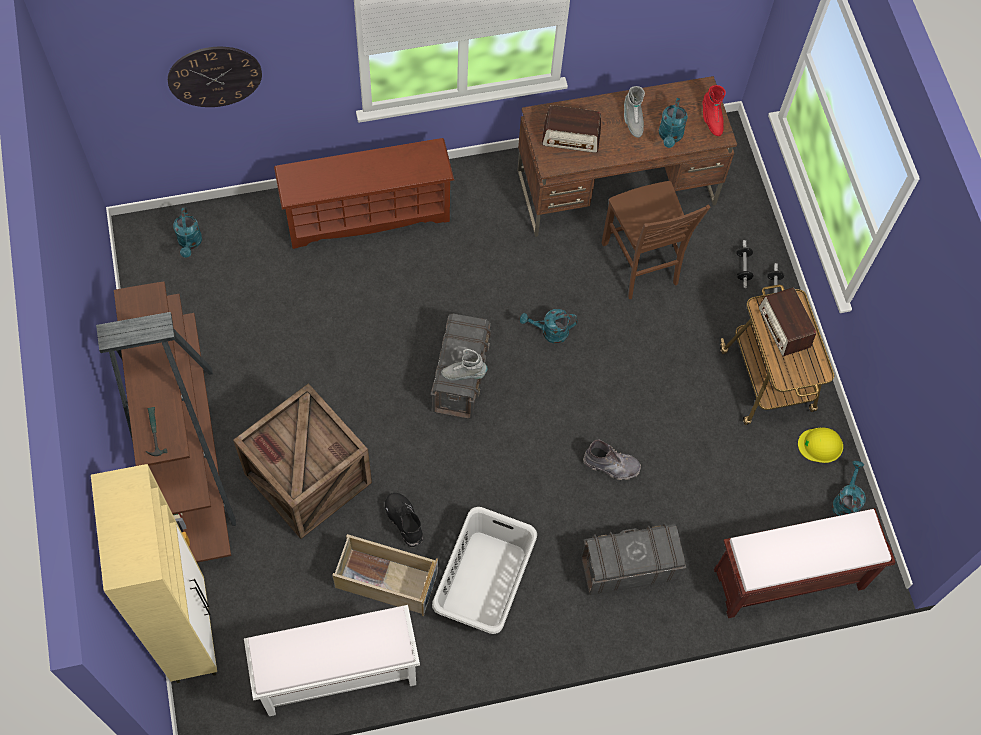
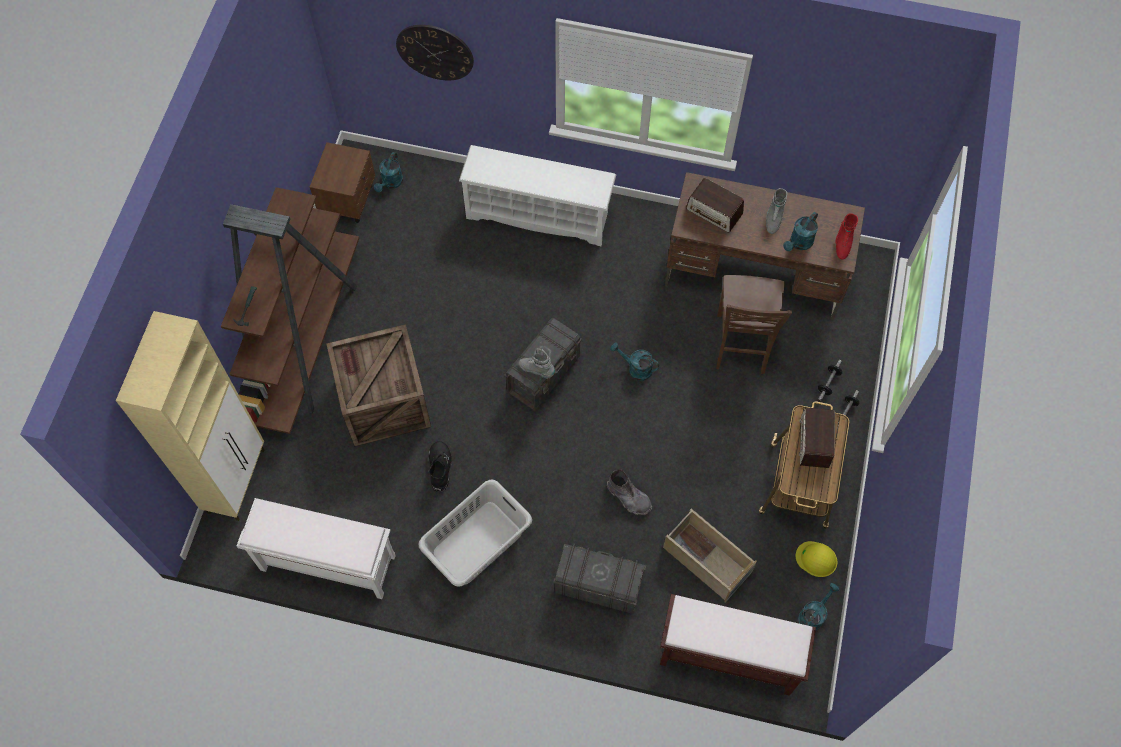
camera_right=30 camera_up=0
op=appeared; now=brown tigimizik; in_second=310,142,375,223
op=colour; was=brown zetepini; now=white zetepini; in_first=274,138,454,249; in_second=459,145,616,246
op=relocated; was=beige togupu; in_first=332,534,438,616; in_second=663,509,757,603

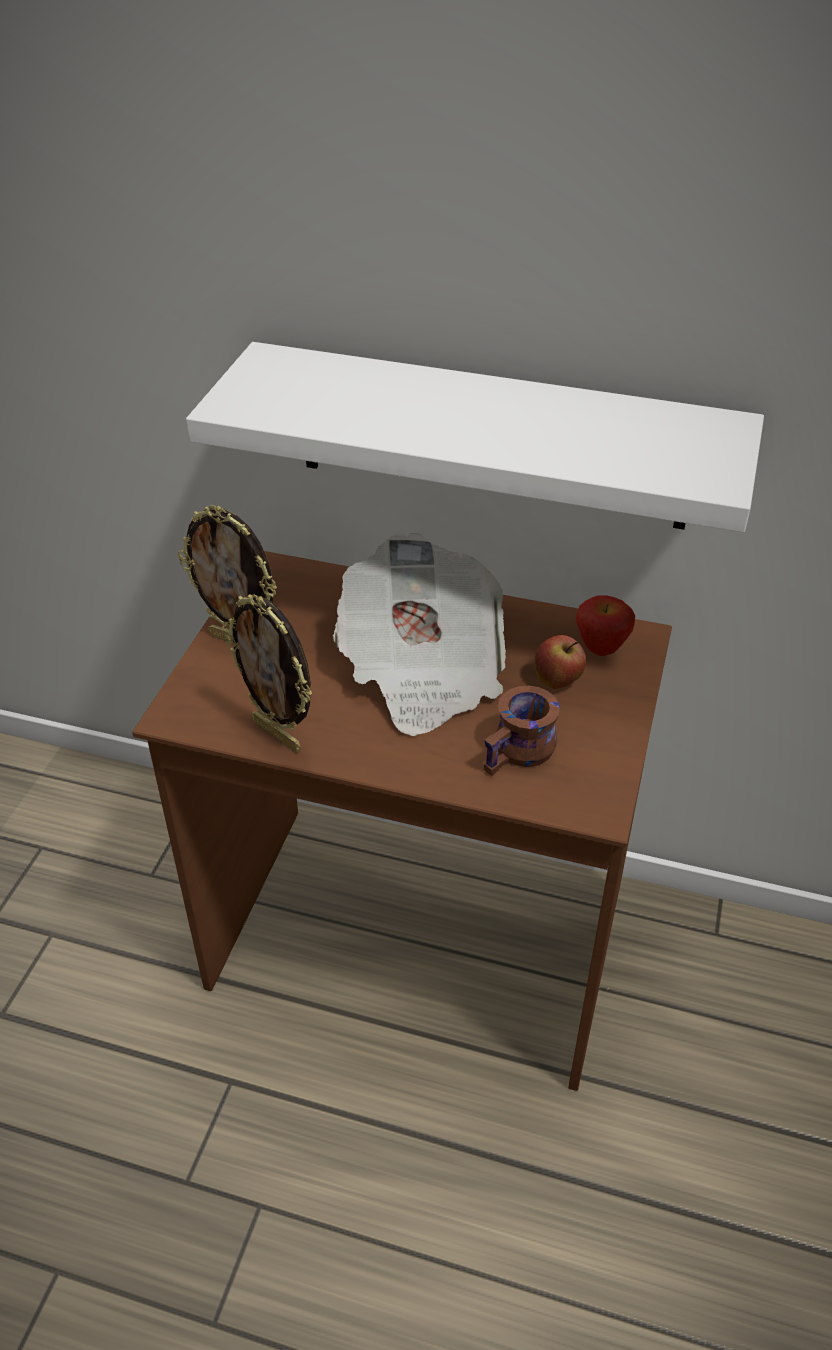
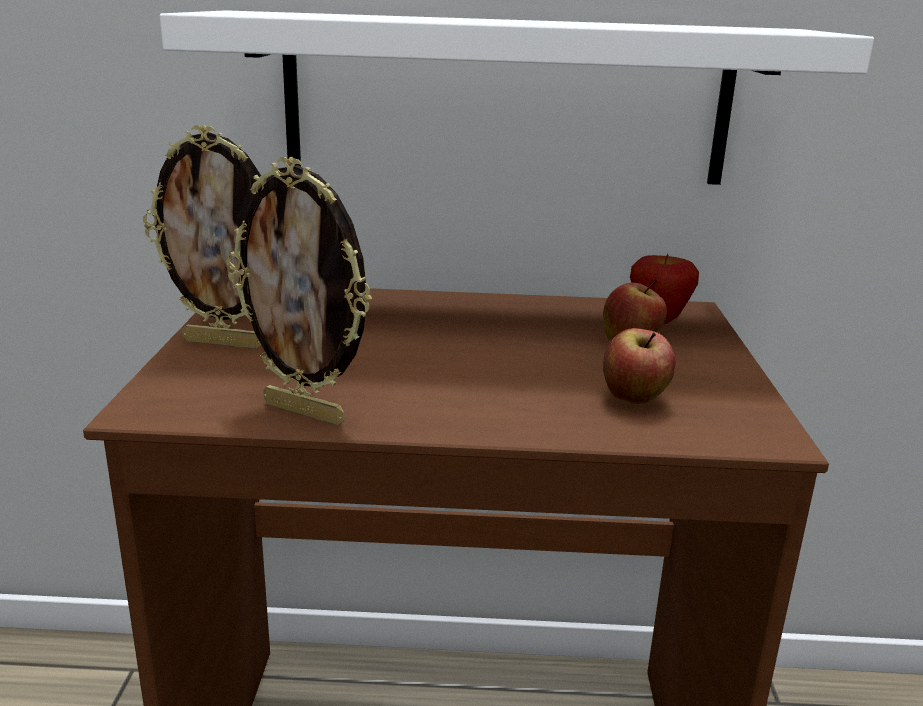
camera_right=-15 camera_up=-20
op=exchanged; was=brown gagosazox; now=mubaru; in_first=484,686,560,776; in_second=603,328,675,405
op=missing; was=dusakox; in_first=333,533,506,736

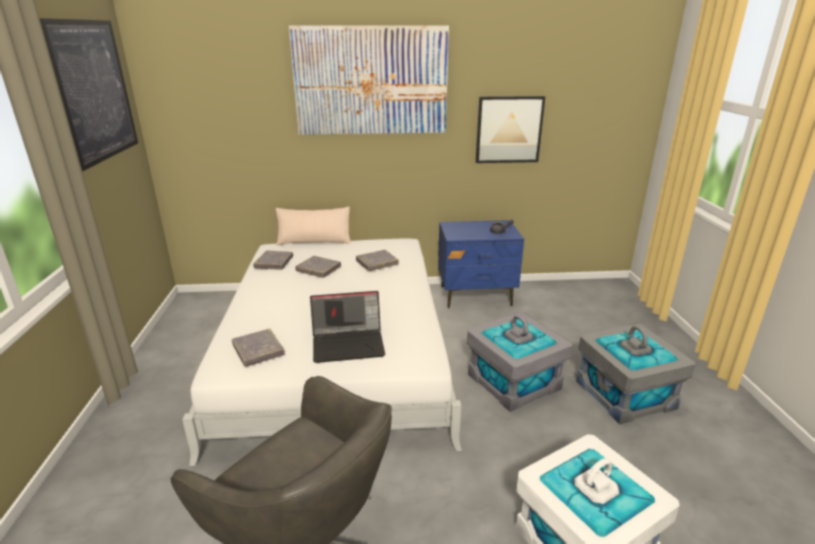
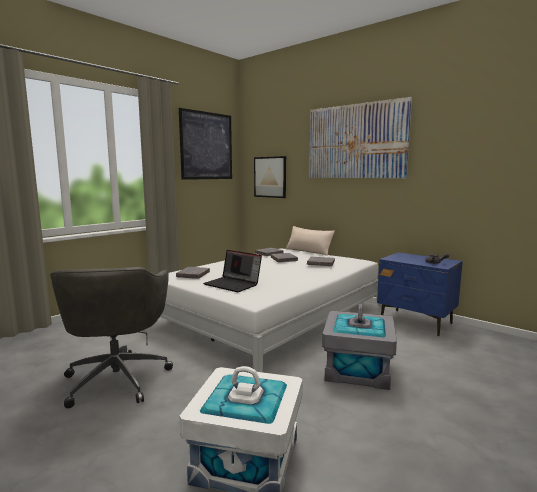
camera_right=45 camera_up=-15
op=relocated; was=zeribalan; in_first=476,96,545,163; in_second=254,156,286,198
op=missing; was=grey togupu; in_first=576,323,695,425

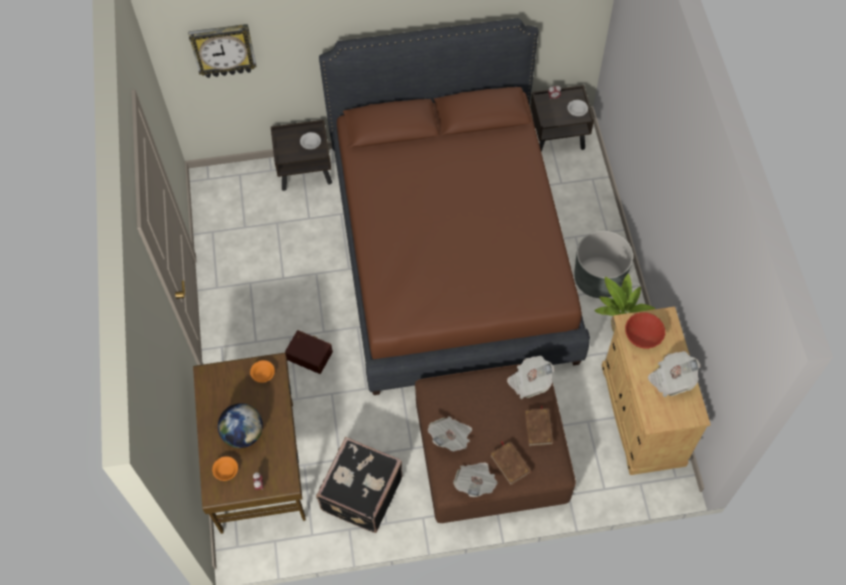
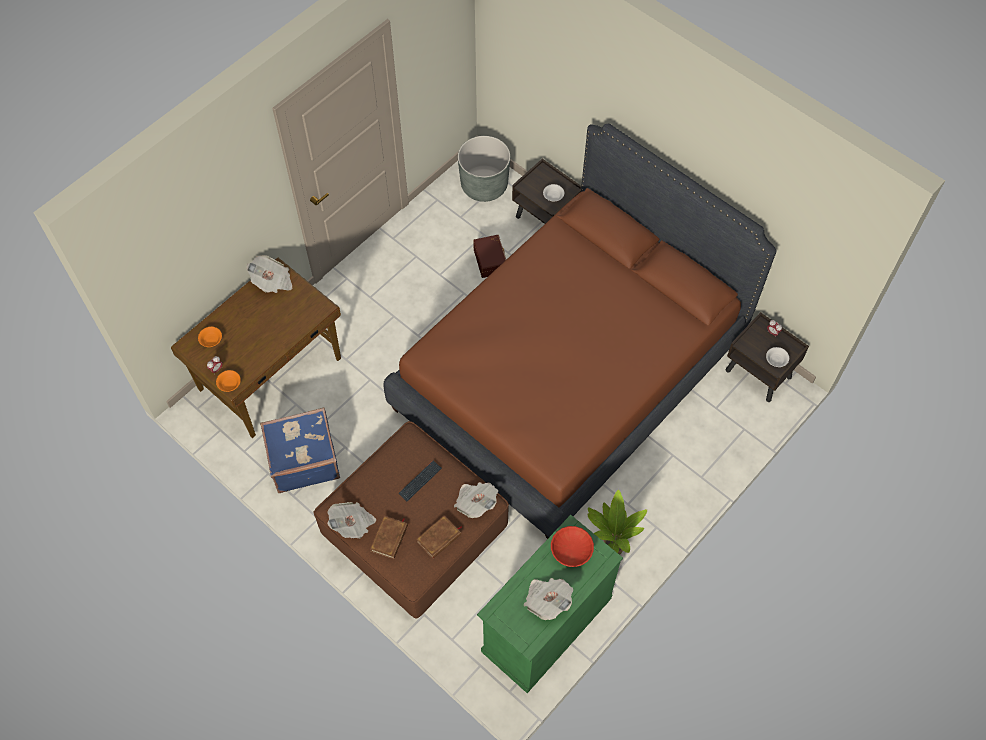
camera_right=50 camera_up=0
op=relocated; was=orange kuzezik; in_first=250,360,275,383; in_second=216,370,241,392
op=relocated; was=dusakox; in_first=428,416,472,451; in_second=246,255,292,293
op=colour; was=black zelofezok; now=blue zelofezok; in_first=316,437,403,533; in_second=260,408,340,493
op=appeared; now=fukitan; in_second=398,460,442,501
op=relocated; was=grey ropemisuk; in_first=574,230,633,298; in_second=458,136,510,202
op=relocated; was=brown togupu; in_first=285,330,333,374; in_second=473,235,506,278
op=colour; was=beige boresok; now=green boresok; in_first=602,306,711,475; in_second=477,515,623,693
op=missing; was=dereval; in_first=188,24,256,78
op=missing; was=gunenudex; in_first=218,403,263,448

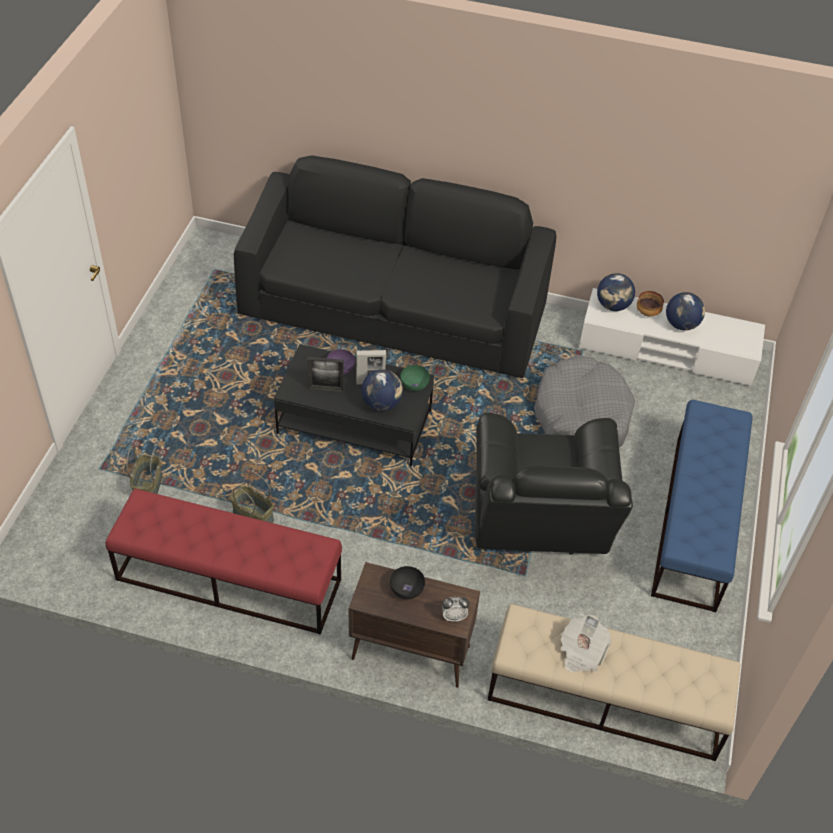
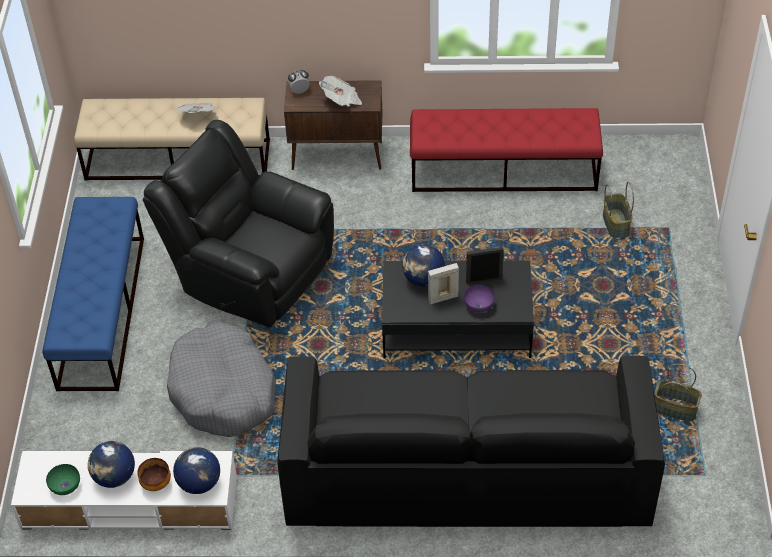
camera_right=170 camera_up=0
op=relocated; was=green kuzezik; in_first=401,365,430,391; in_second=46,464,80,495
op=spun; was=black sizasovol; in_first=475,413,633,555; in_second=143,120,334,328; clockwise=-45
op=exchanged; was=black kuzezik; now=dusakox; in_first=390,566,425,599; in_second=319,76,362,106
op=relocated; was=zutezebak; in_first=230,472,274,523; in_second=654,364,702,422

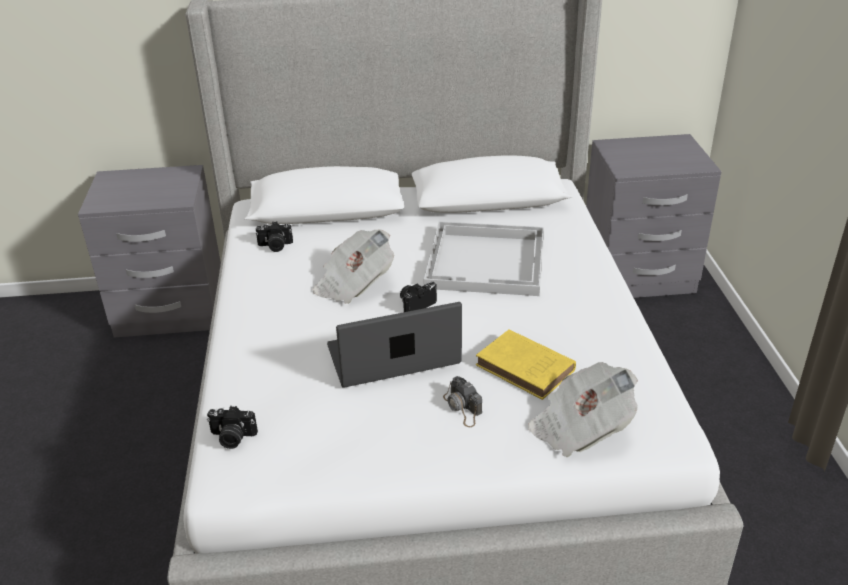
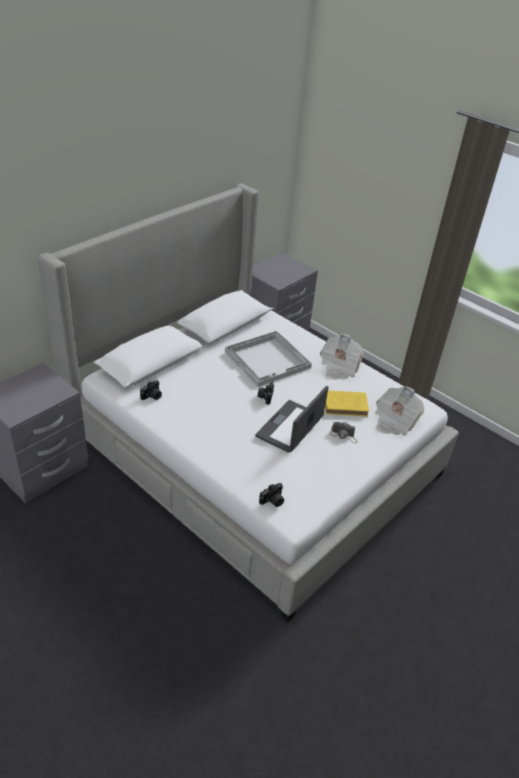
camera_right=-45 camera_up=5
op=relocated; was=dusakox; in_first=313,229,394,304; in_second=320,334,364,380

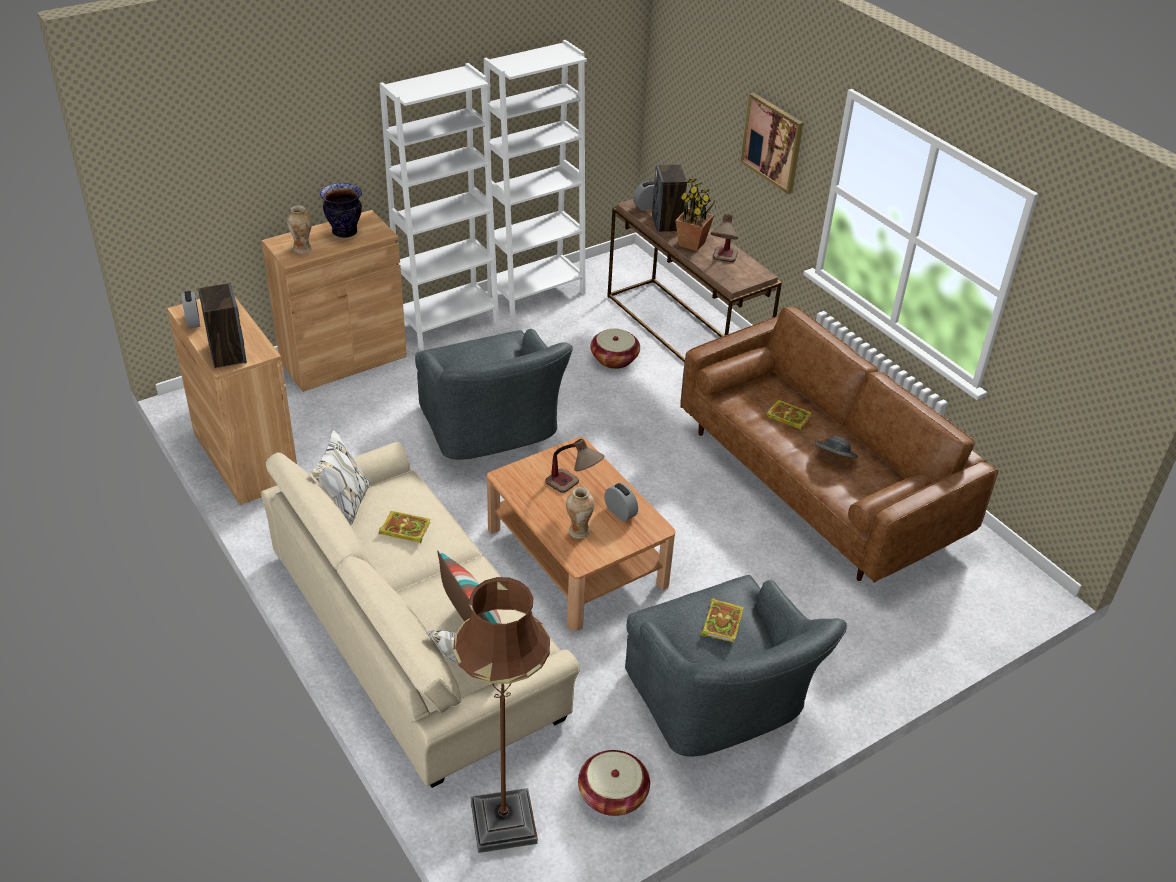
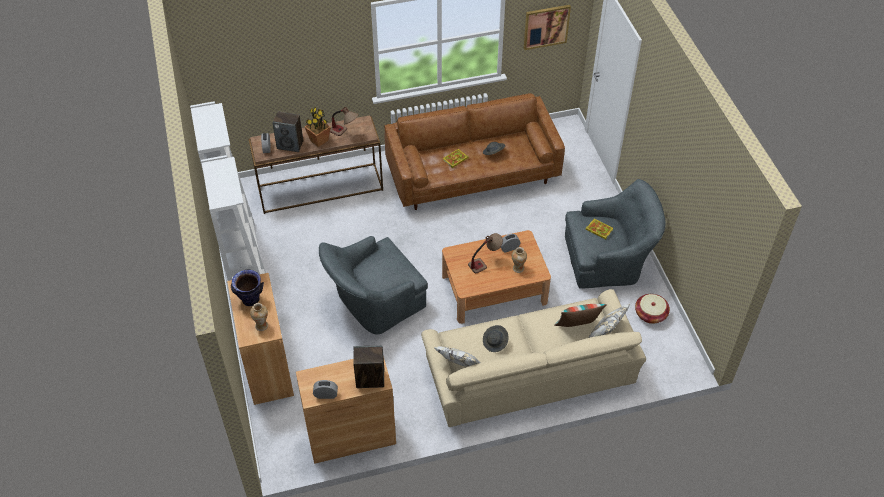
camera_right=-70 camera_up=10
op=spun; was=grey sizasovol; in_first=415,329,573,460; in_second=319,236,428,334; clockwise=150
op=exchanged; was=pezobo; now=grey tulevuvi; in_first=379,511,431,543; in_second=483,325,509,352
op=relocated; was=zeribalan; in_first=740,93,803,194; in_second=524,5,571,50
op=missing; was=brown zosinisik; in_first=453,577,550,853
op=missing; was=zutezebak; in_first=591,328,640,369

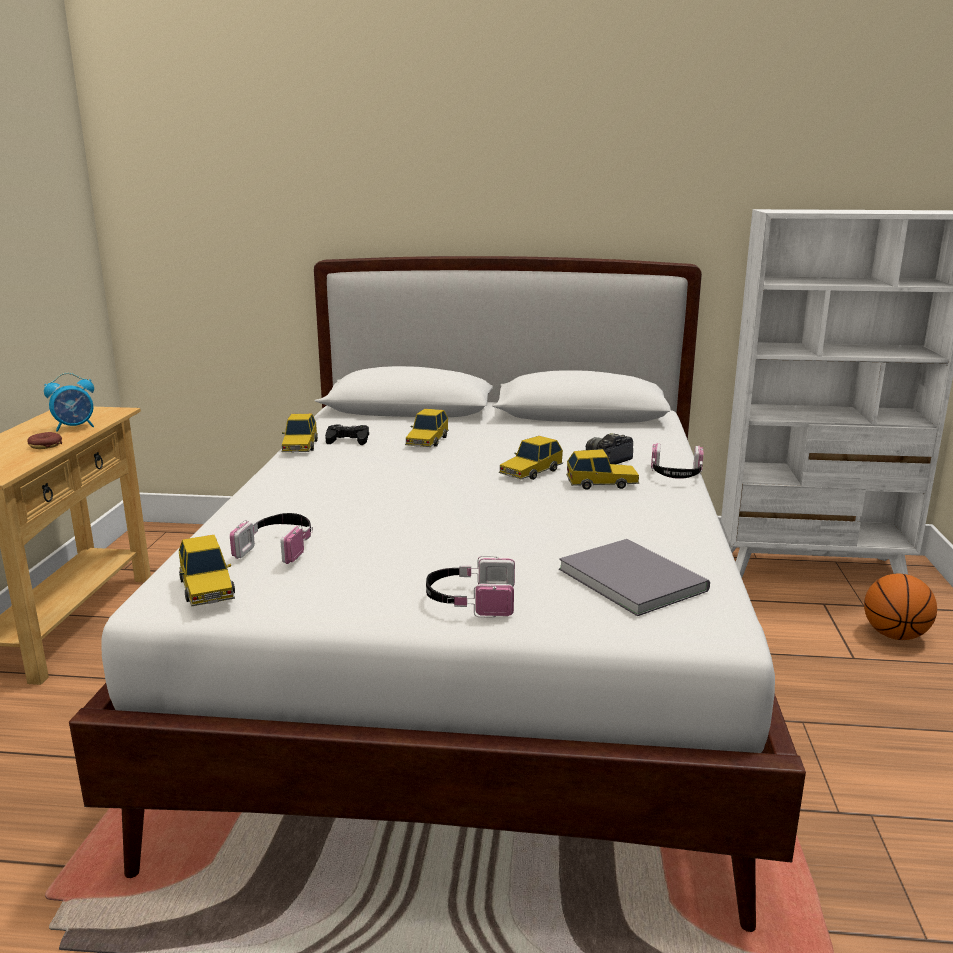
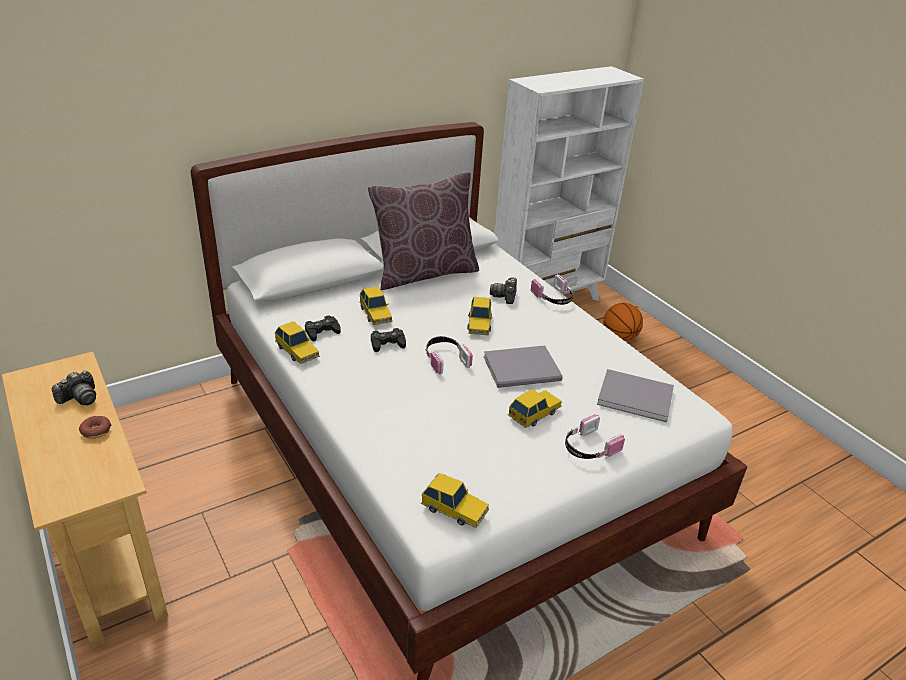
camera_right=-40 camera_up=15
op=exchanged; was=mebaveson; now=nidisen; in_first=44,373,94,432; in_second=52,371,96,406
op=appeared; now=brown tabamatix; in_second=368,172,479,290
op=appeared; now=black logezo; in_second=371,328,406,352
op=relocated; was=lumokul; in_first=230,513,313,564; in_second=425,336,473,374
op=appeared; now=grey pezobo; in_second=483,345,563,388
op=relocated; was=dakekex; in_first=566,449,639,490; in_second=508,389,562,428

